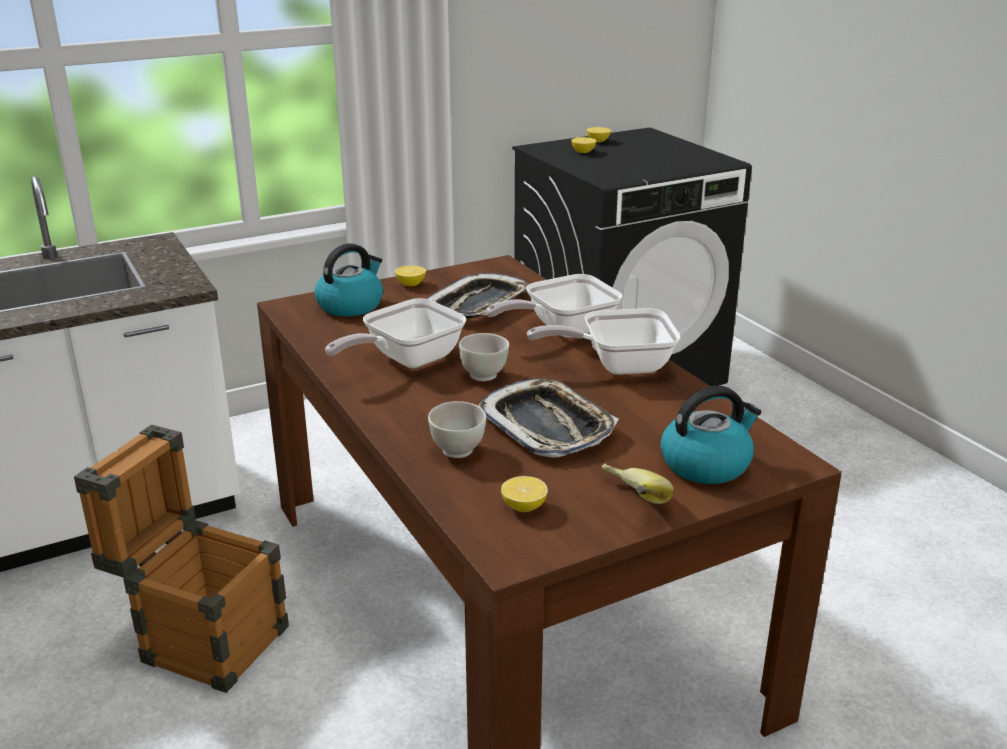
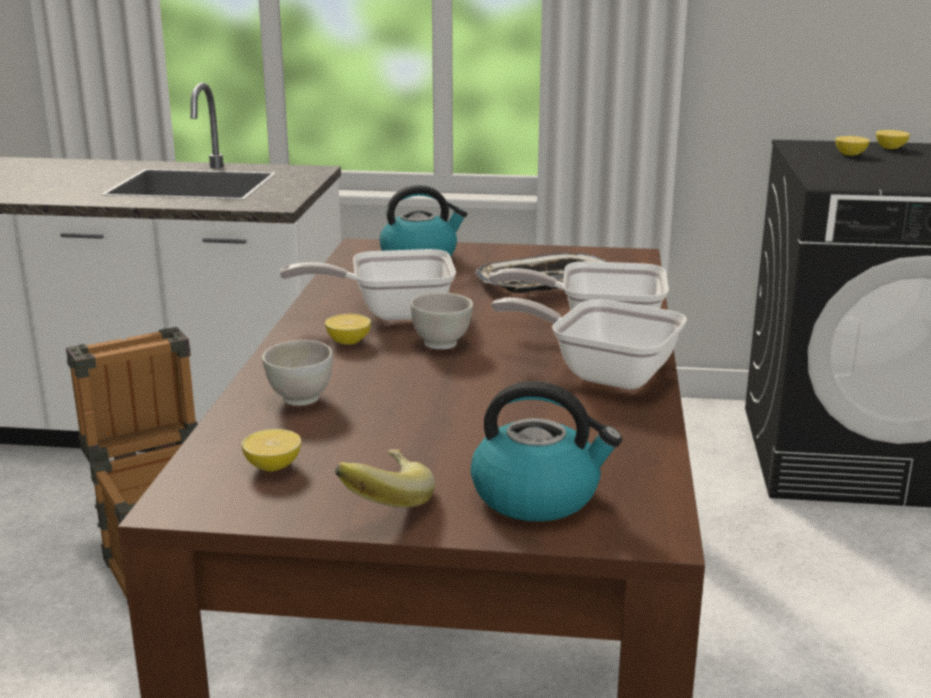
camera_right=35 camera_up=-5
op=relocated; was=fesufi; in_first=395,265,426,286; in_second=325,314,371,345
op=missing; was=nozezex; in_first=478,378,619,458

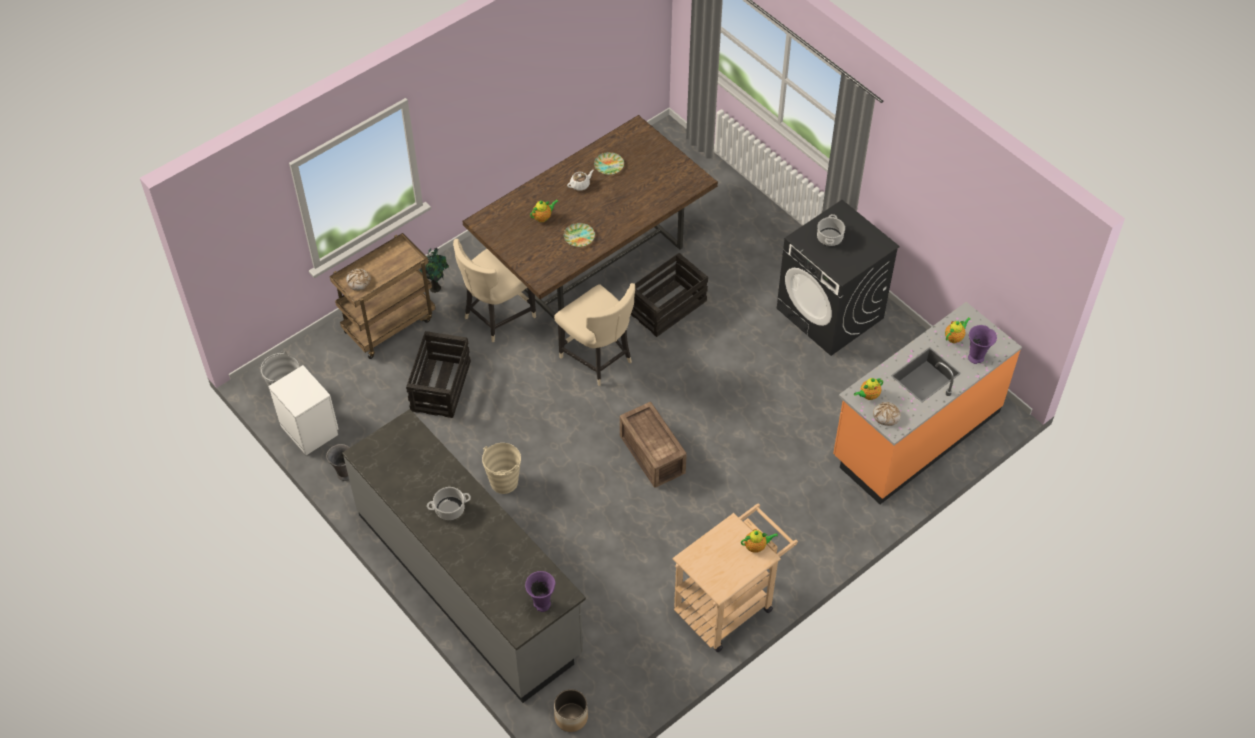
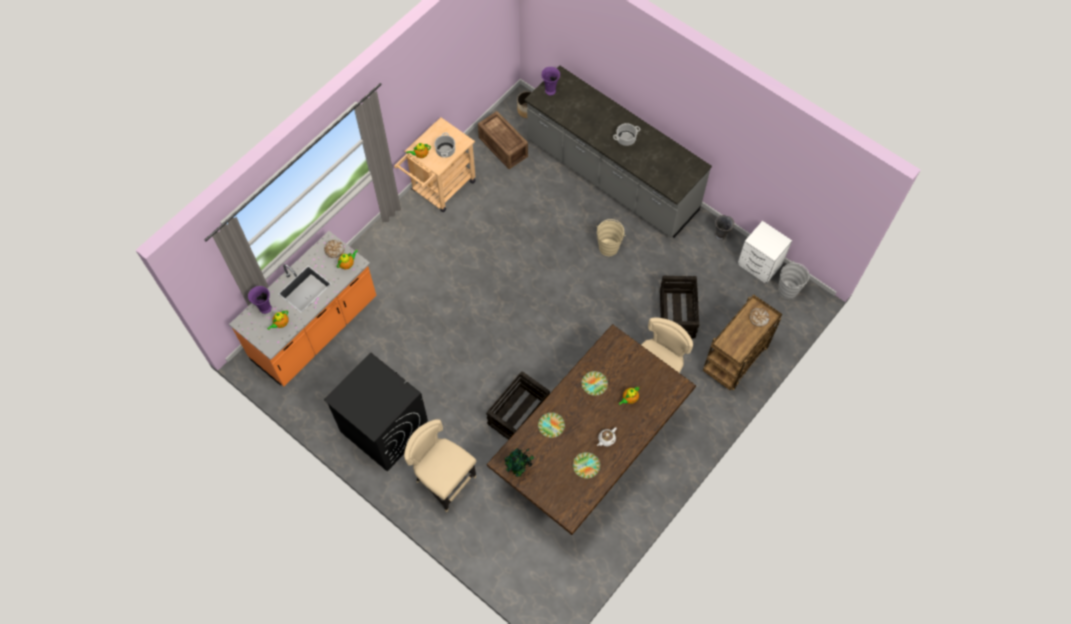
camera_right=170 camera_up=10
op=relocated; was=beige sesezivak; in_first=554,283,635,386; in_second=404,419,476,512
op=relocated; was=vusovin; in_first=817,214,845,246; in_second=434,133,455,158
op=relocated; was=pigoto; in_first=620,402,687,488; in_second=478,111,528,169
op=relocated; was=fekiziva; in_first=420,248,449,293; in_second=505,448,534,477
op=appeared; now=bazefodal; in_second=538,412,565,438

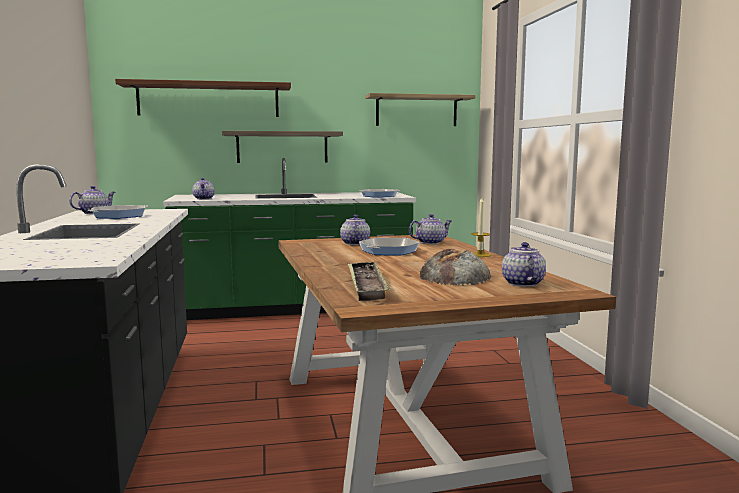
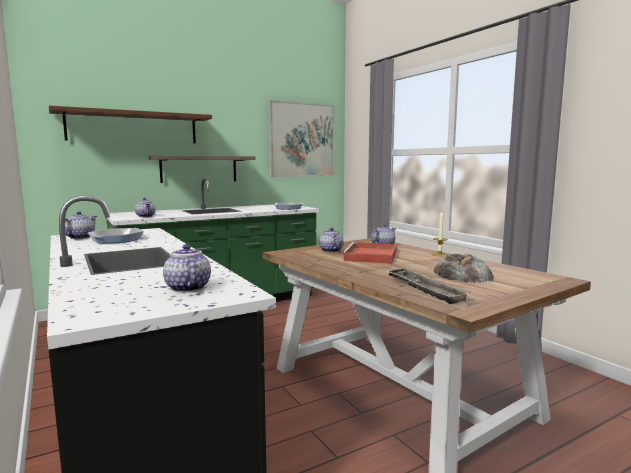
camera_right=-20 camera_up=0
op=relocated; was=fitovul; in_first=502,242,546,287; in_second=163,244,211,292
op=exchanged; was=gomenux; now=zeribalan; in_first=365,93,475,126; in_second=268,100,334,177
op=exchanged; was=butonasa; now=red nozezex; in_first=359,238,420,255; in_second=341,242,397,264

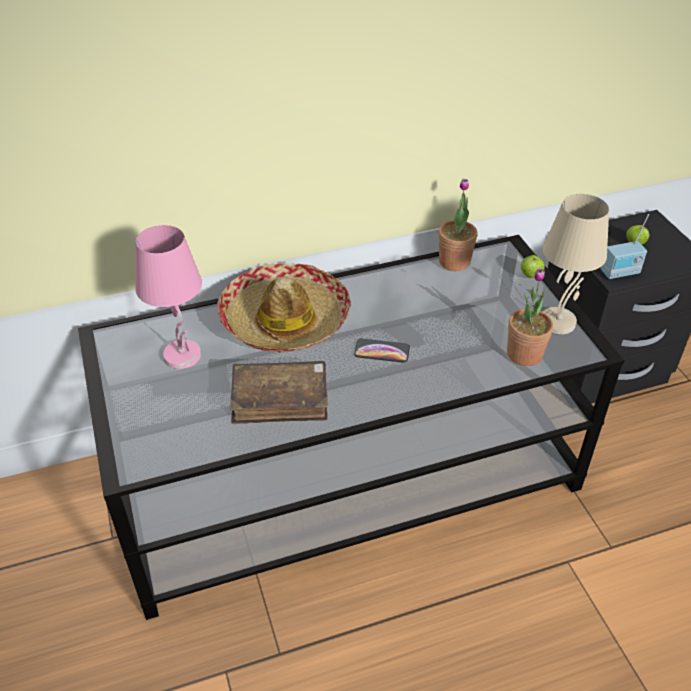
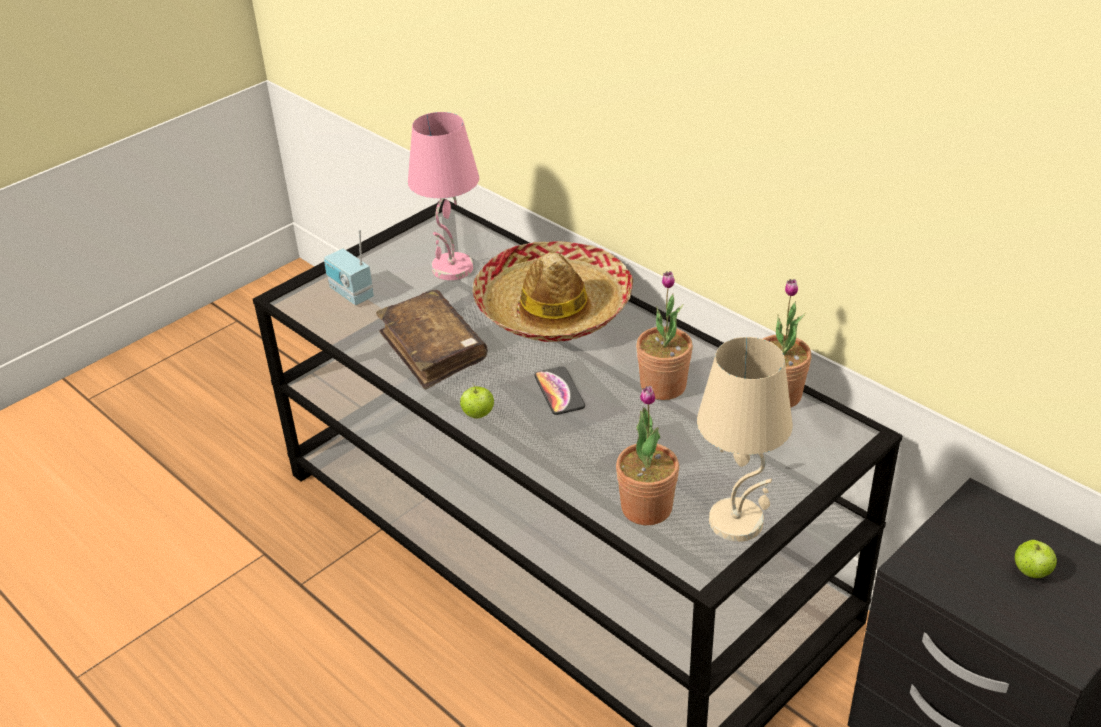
camera_right=65 camera_up=-5
op=relocated; was=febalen; in_first=601,214,649,279; in_second=324,229,374,305
op=relocated; was=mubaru; in_first=521,255,545,278; in_second=460,383,494,419
op=appeared; now=fekiziva; in_second=636,271,693,400

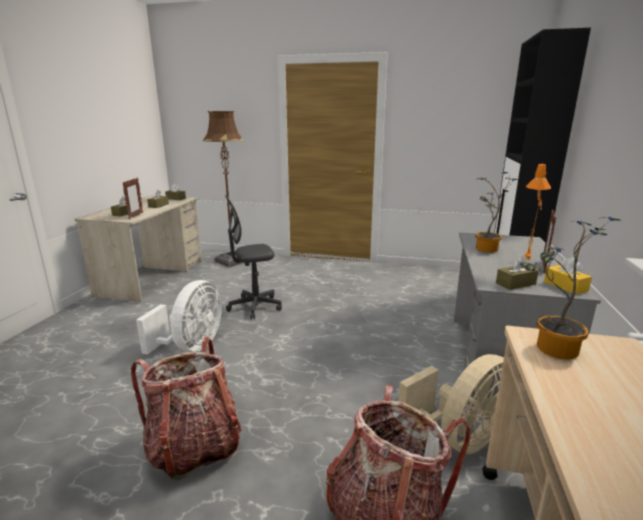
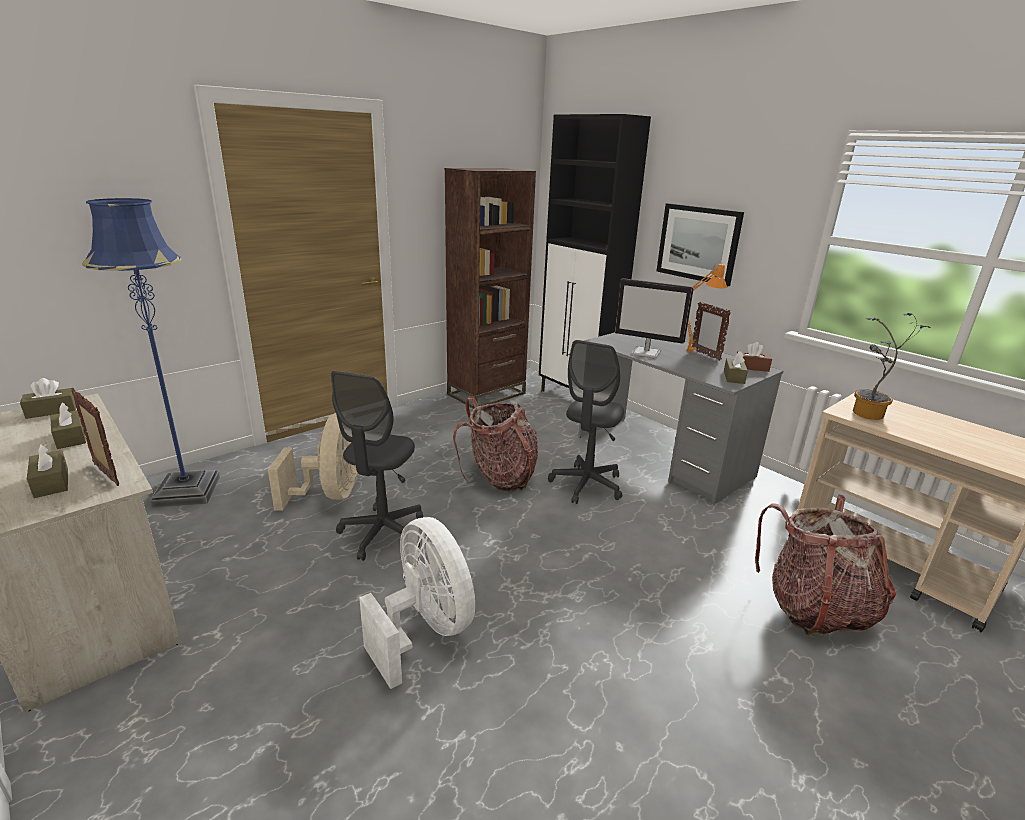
camera_right=-55 camera_up=5
op=colour; was=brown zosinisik; now=blue zosinisik; in_first=203,111,245,268; in_second=82,198,220,508
op=relocated; was=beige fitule; in_first=398,354,504,454; in_second=268,413,358,511
op=appeared; now=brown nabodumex; in_second=445,168,536,409
op=relocated; was=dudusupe; in_first=131,337,242,481; in_second=453,396,538,492
op=appeared; now=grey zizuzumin; in_second=548,340,624,504
op=exchanged; was=fekiziva; now=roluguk; in_first=475,172,519,253; in_second=614,278,694,359
op=appeared; now=zeribalan; in_second=657,203,744,287
op=colour; was=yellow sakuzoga; now=brown sakuzoga; in_first=544,257,592,295; in_second=737,342,772,372

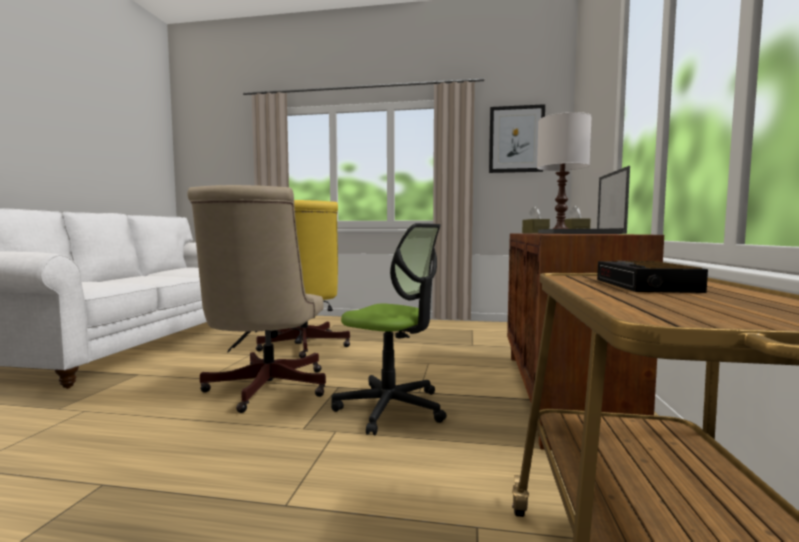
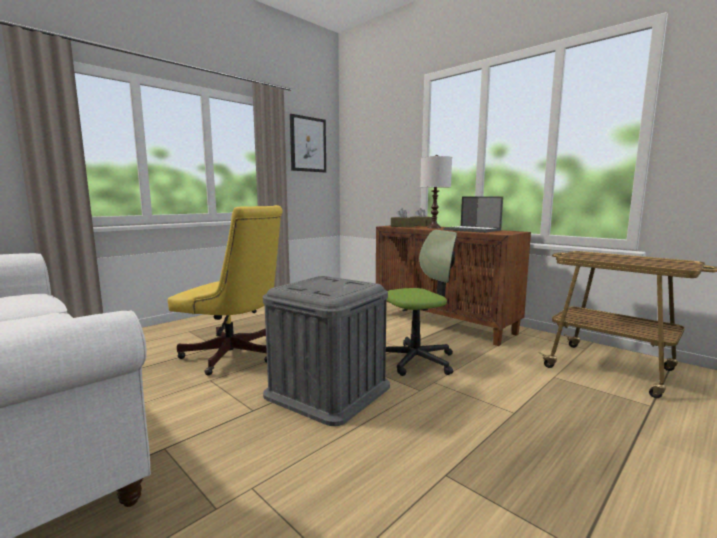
camera_right=-55 camera_up=5
op=exchanged; was=beige zizuzumin; now=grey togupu; in_first=187,185,326,413; in_second=263,276,390,426
op=missing; was=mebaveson; in_first=597,261,708,293

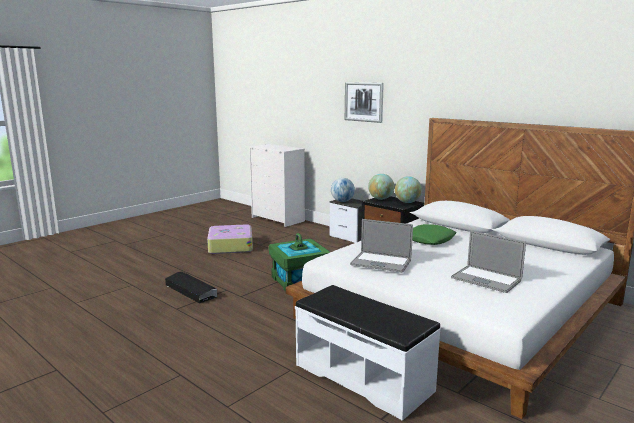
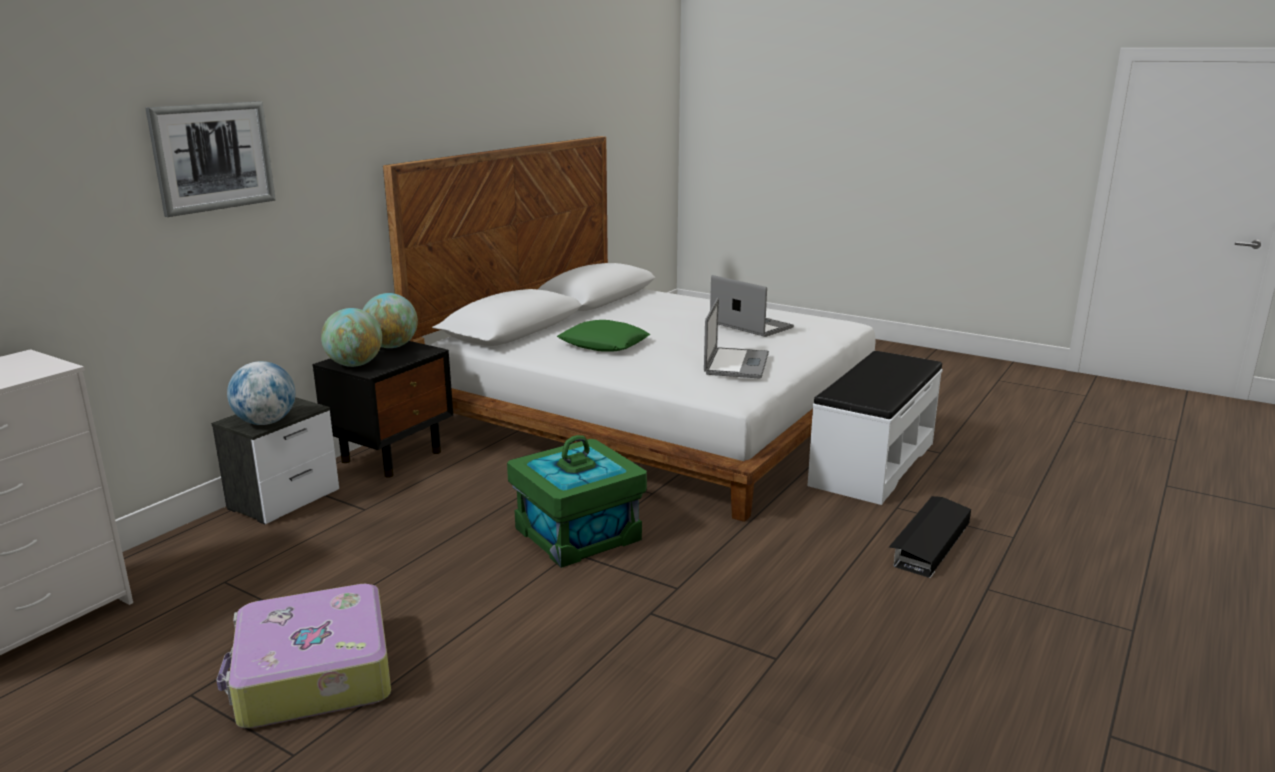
camera_right=-100 camera_up=5
op=spun; was=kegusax; in_first=451,231,526,293; in_second=710,275,794,337; clockwise=-75
op=relocated; was=black togupu; in_first=165,272,217,304; in_second=889,496,971,578

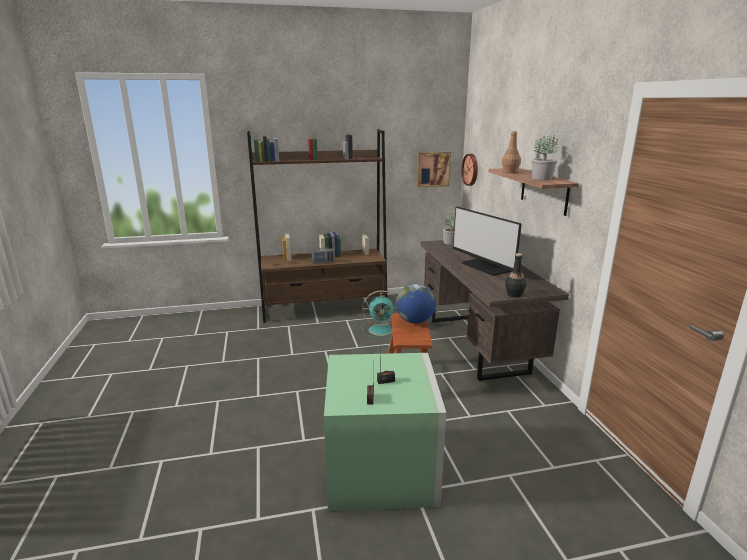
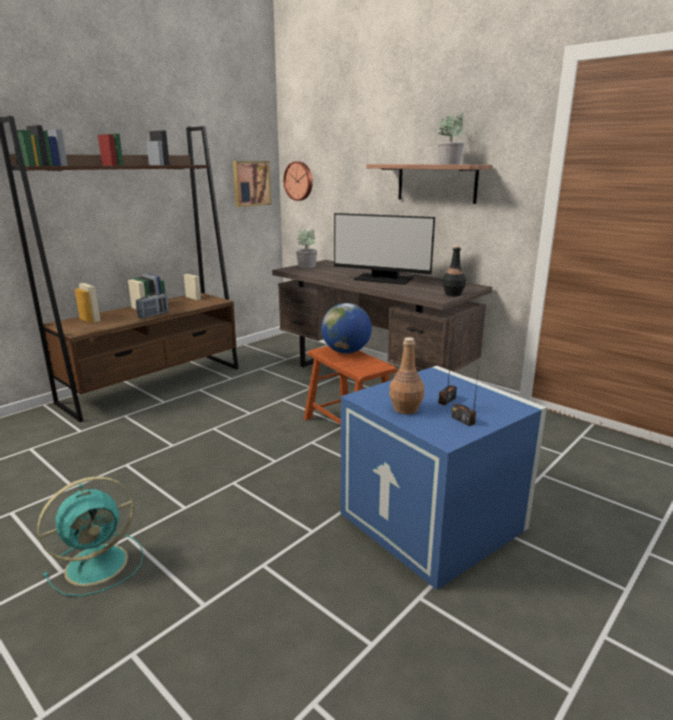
camera_right=-35 camera_up=0
op=relocated; was=turquoise fitule; in_first=362,290,397,338; in_second=37,477,144,596
op=colour; was=green togupu; now=blue togupu; in_first=324,353,446,511; in_second=341,366,547,590
op=relocated; was=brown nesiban; in_first=502,131,521,173; in_second=389,337,424,414

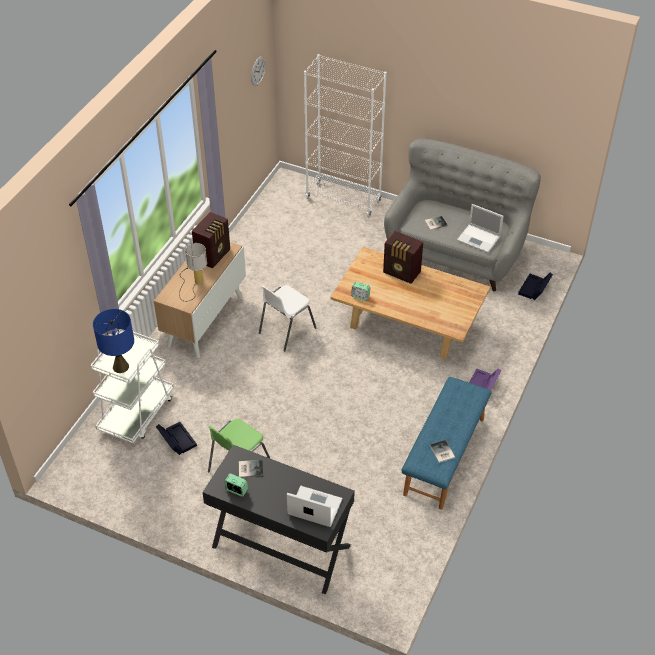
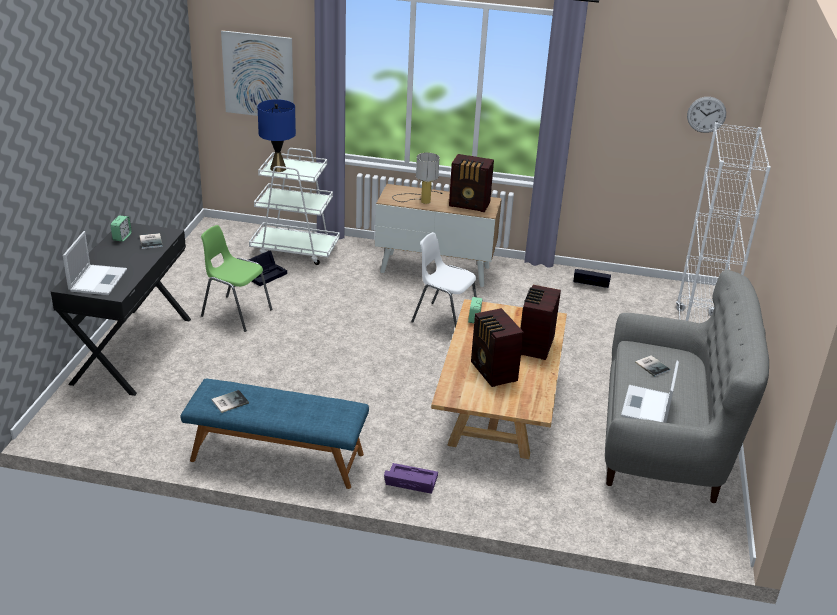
camera_right=75 camera_up=-15
op=appeared; now=zeribalan; in_second=221,30,294,116
op=appeared; now=febalen; in_second=471,308,524,387
op=relocated; was=black togupu; in_first=518,273,553,300; in_second=573,269,611,288

